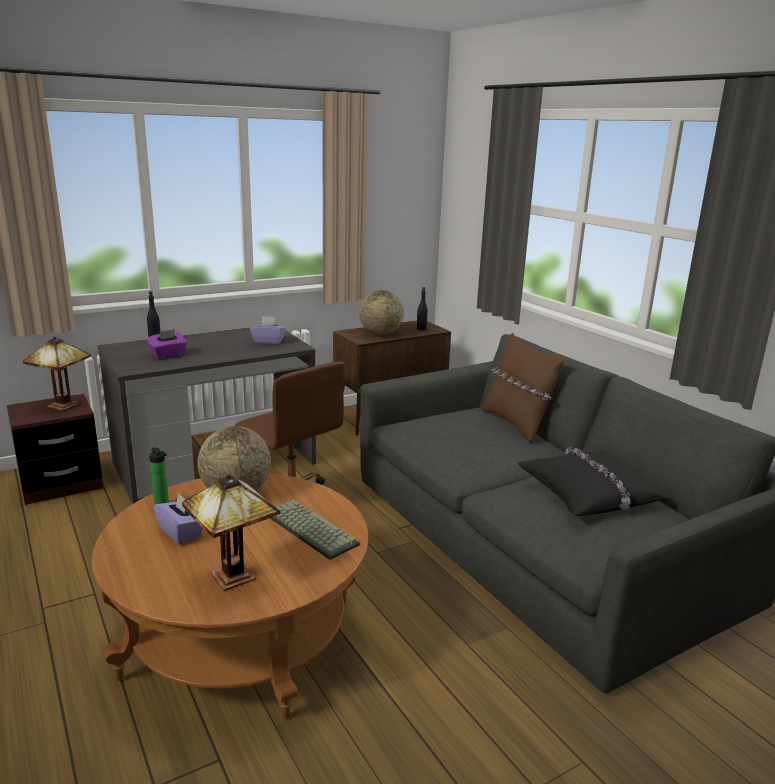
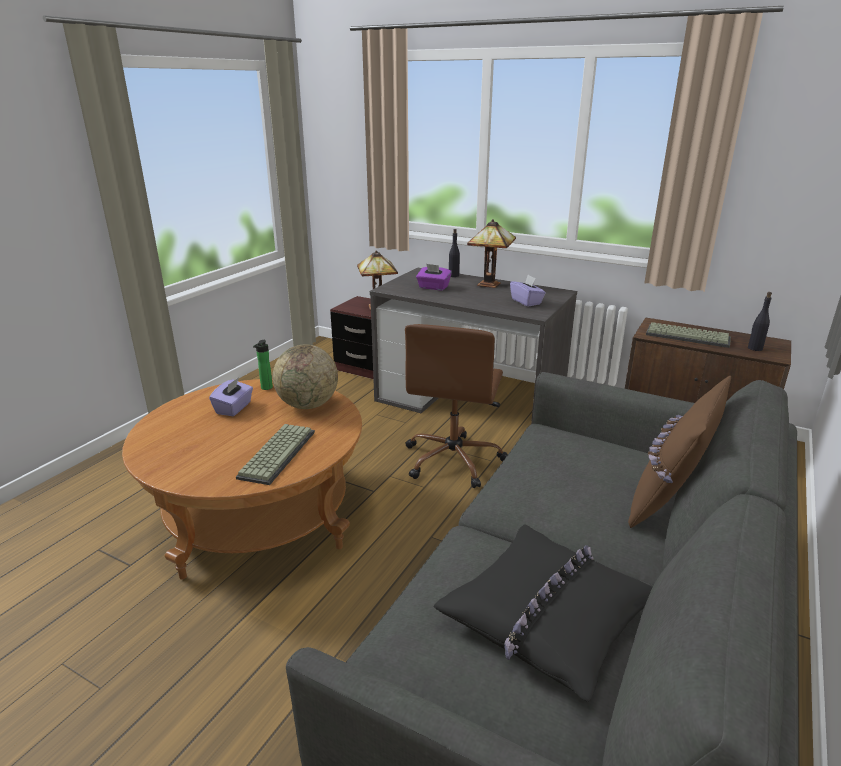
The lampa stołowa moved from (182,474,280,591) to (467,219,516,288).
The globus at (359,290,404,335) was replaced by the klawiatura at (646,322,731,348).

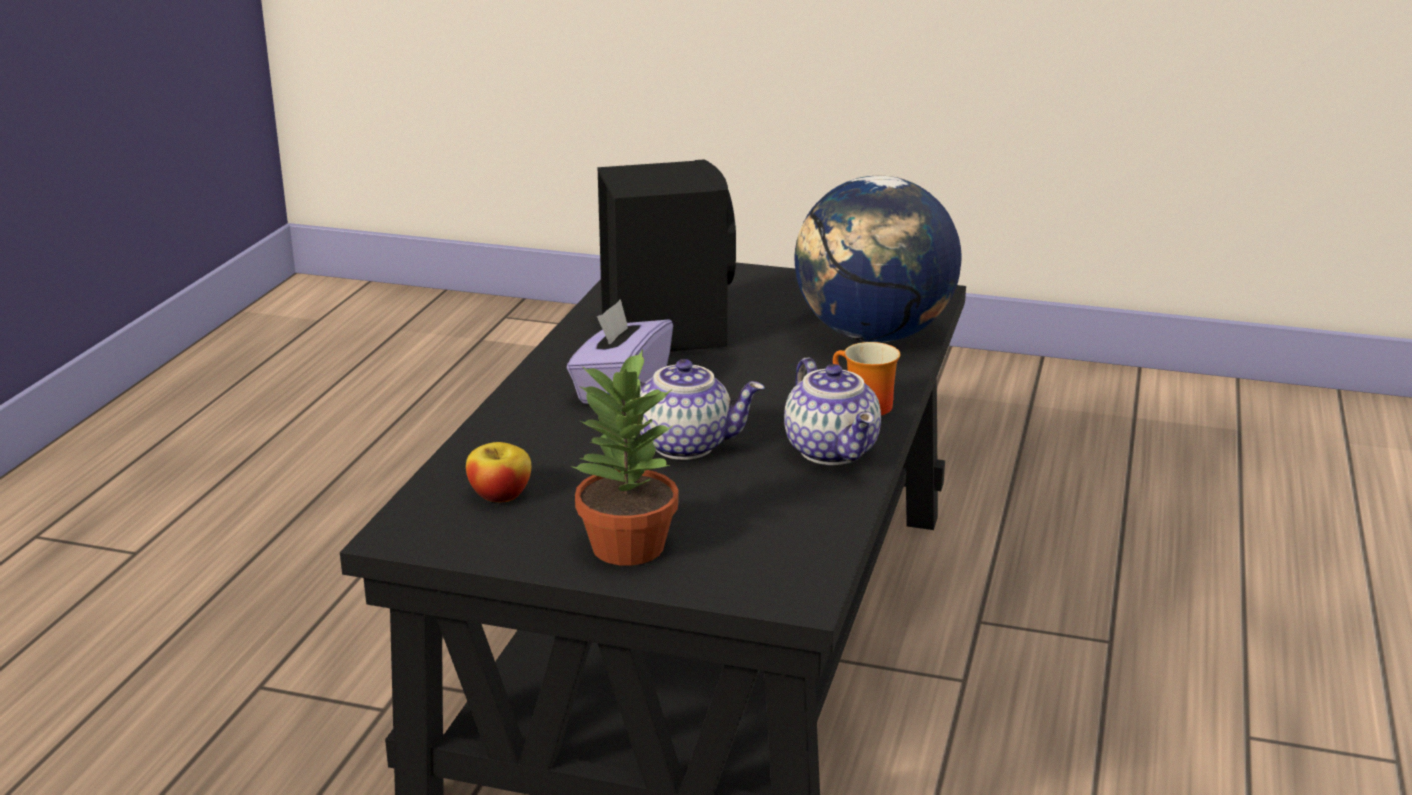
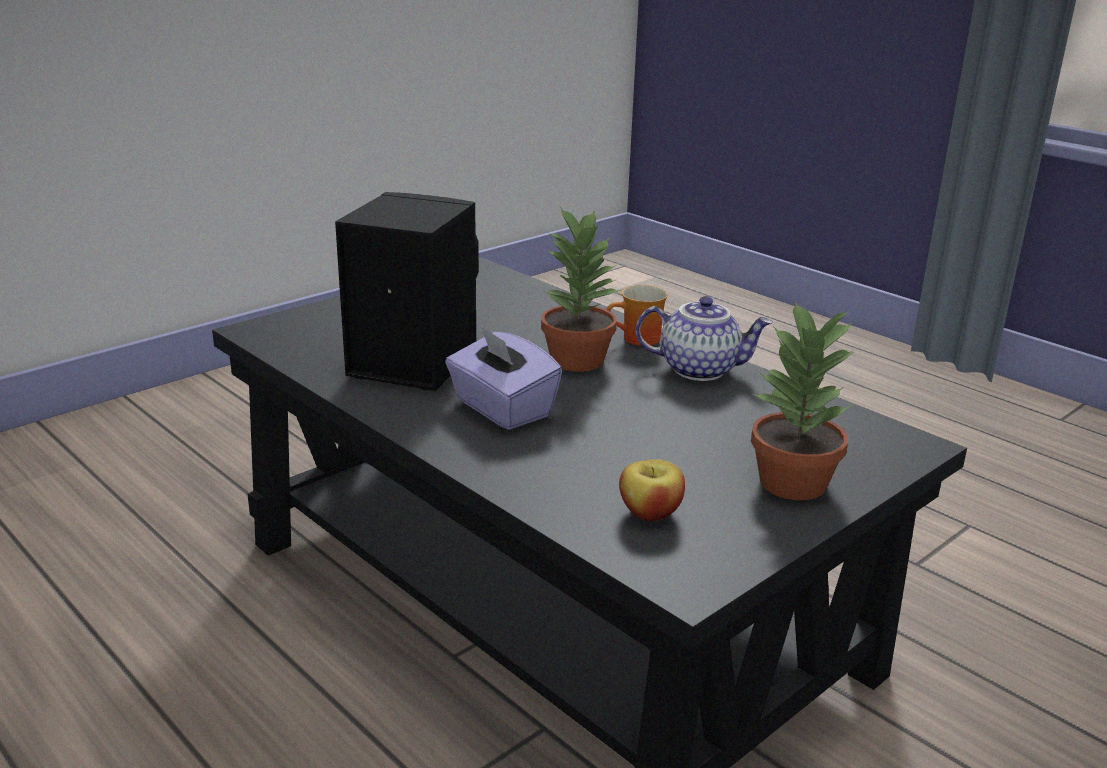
The imbryk at (606,359,765,460) disappeared.
The globus at (794,176,962,342) disappeared.
The roślina doniczkowa at (541,207,621,372) appeared.

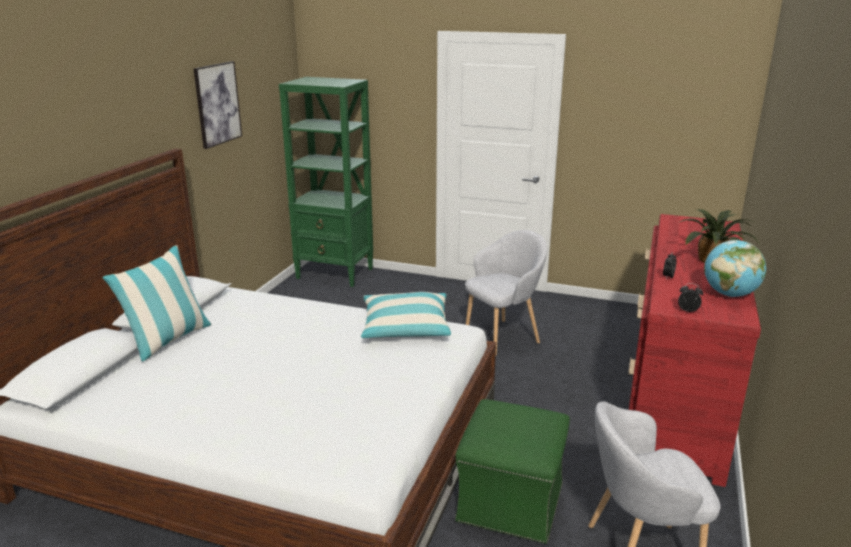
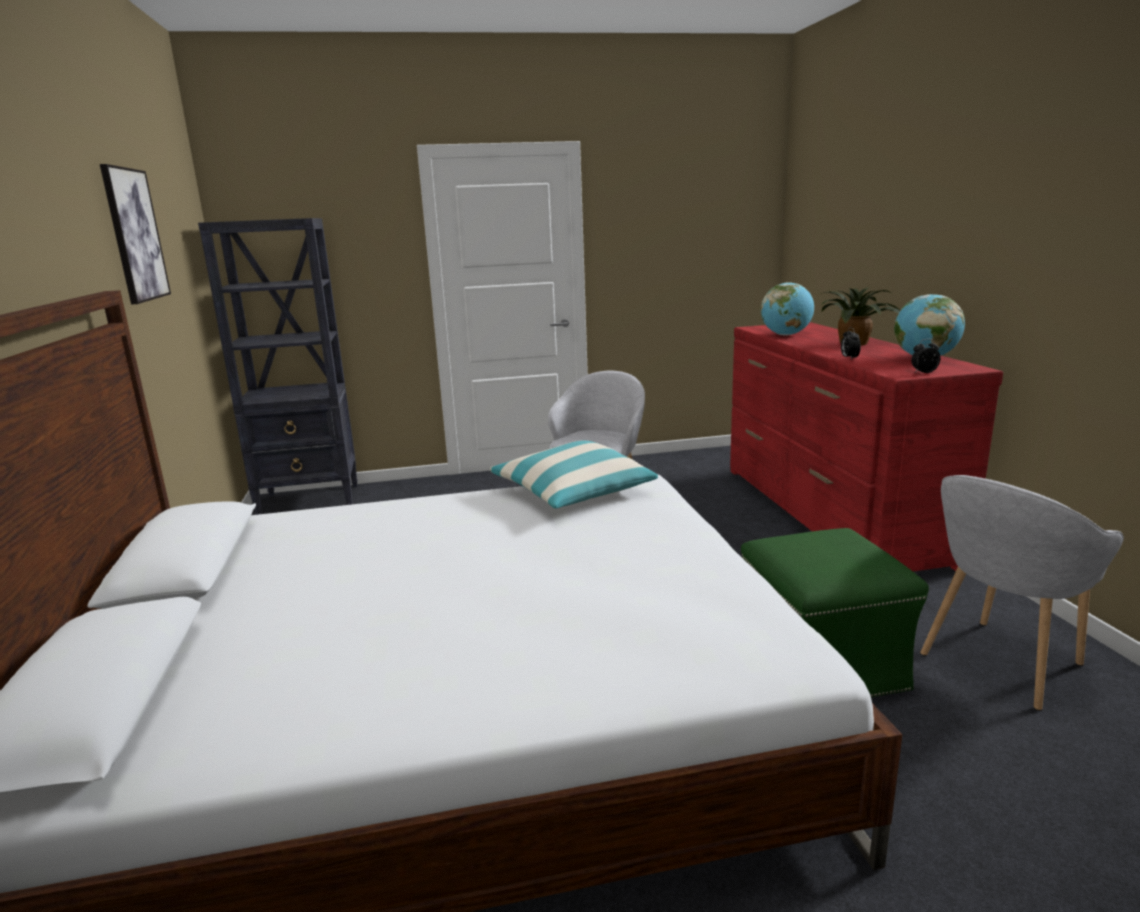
The poduszka at (102,245,212,362) disappeared.
The globus at (761,282,814,335) appeared.
The regał (zielony) at (279,77,373,287) became the regał (czarny) at (198,218,358,515).

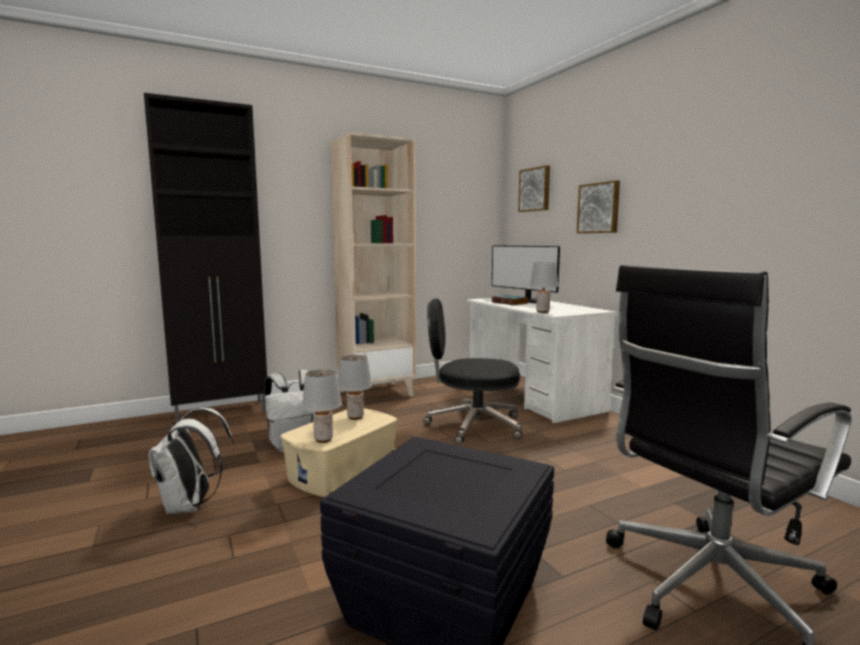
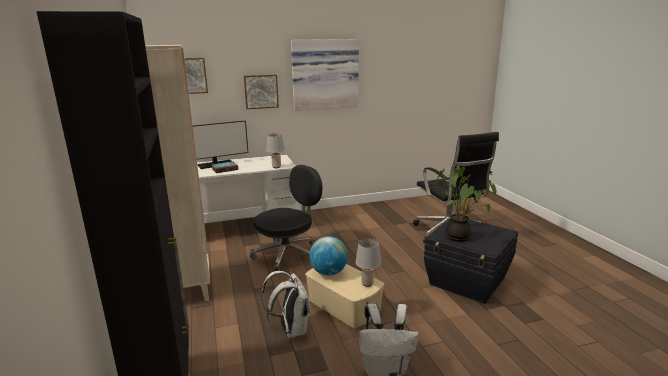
The obraz at (291,39,359,111) appeared.
The roślina doniczkowa at (434,165,497,242) appeared.
The lampa stołowa (szary) at (338,355,372,420) was replaced by the globus at (309,236,348,276).
The krzesło biurowe (czarny) at (423,298,522,445) turned 150 degrees counterclockwise.

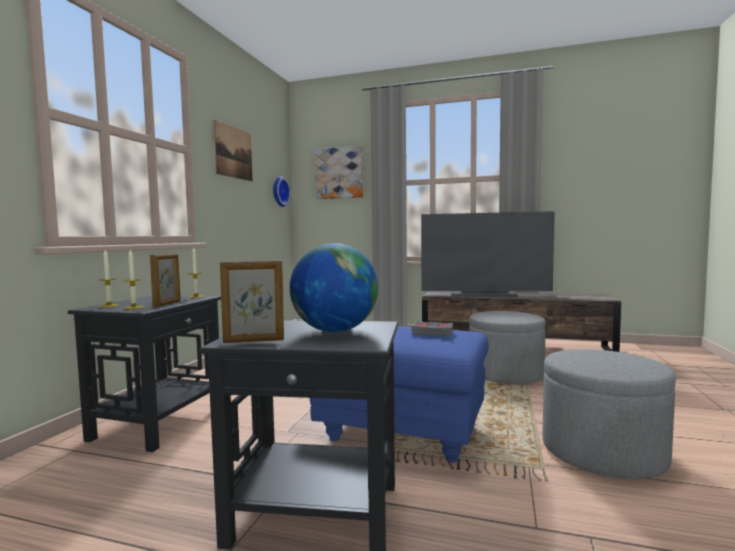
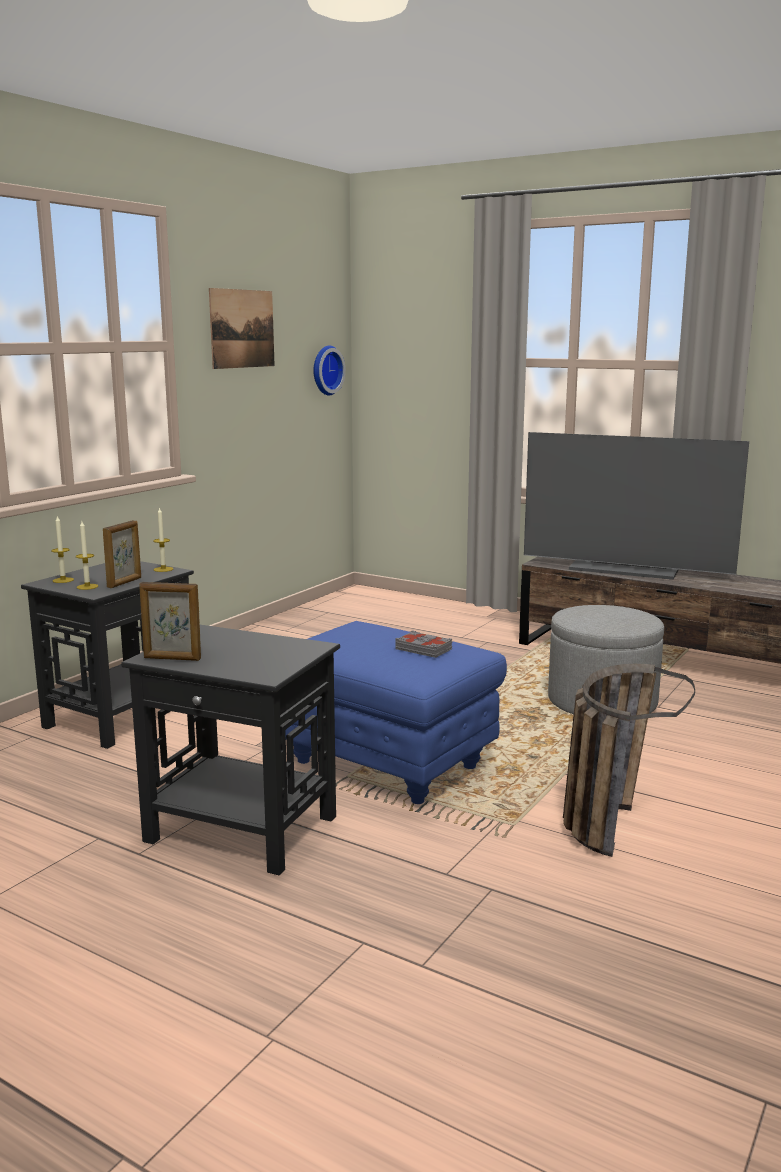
The globus at (290,243,378,332) disappeared.
The obraz at (315,146,363,199) disappeared.
The pufa (szary) at (543,349,676,479) was replaced by the koszyk at (563,664,695,857).

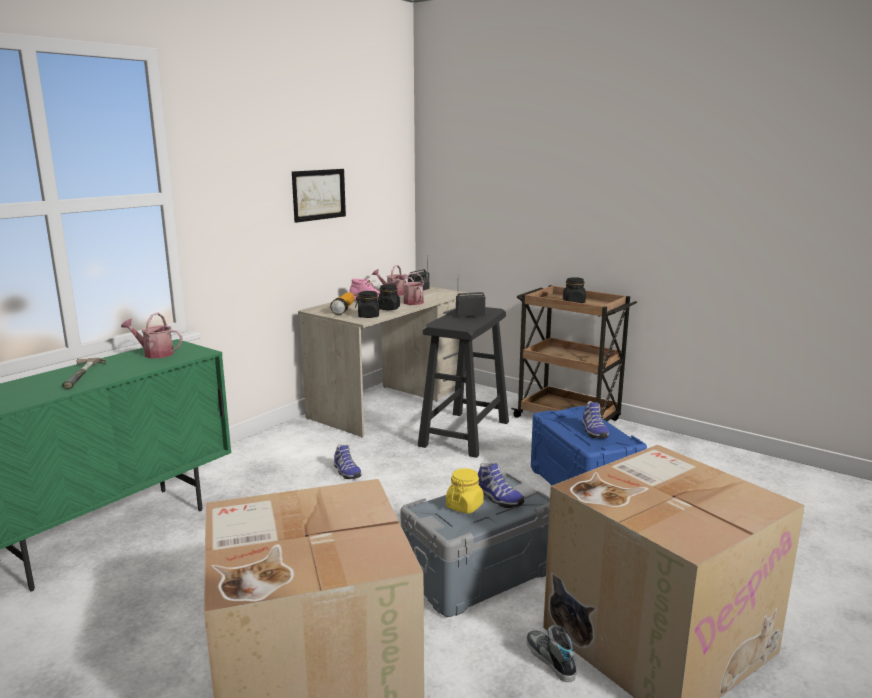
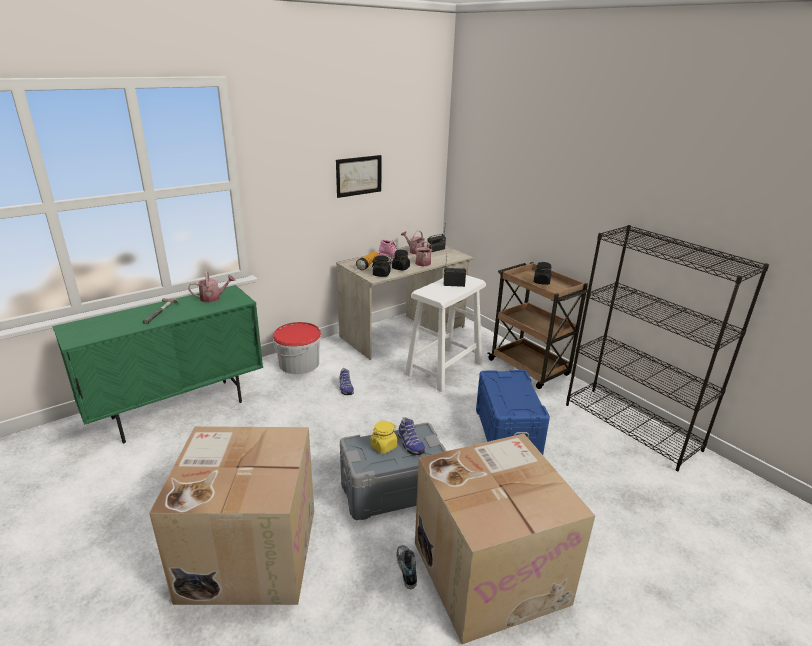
The but at (582,401,609,439) disappeared.
The wiadro at (273,322,322,374) appeared.
The regał (czarny) at (566,225,769,471) appeared.
The stołek (czarny) at (418,307,509,458) became the stołek (biały) at (405,275,486,392).
The konewka at (121,313,183,358) turned 135 degrees clockwise.

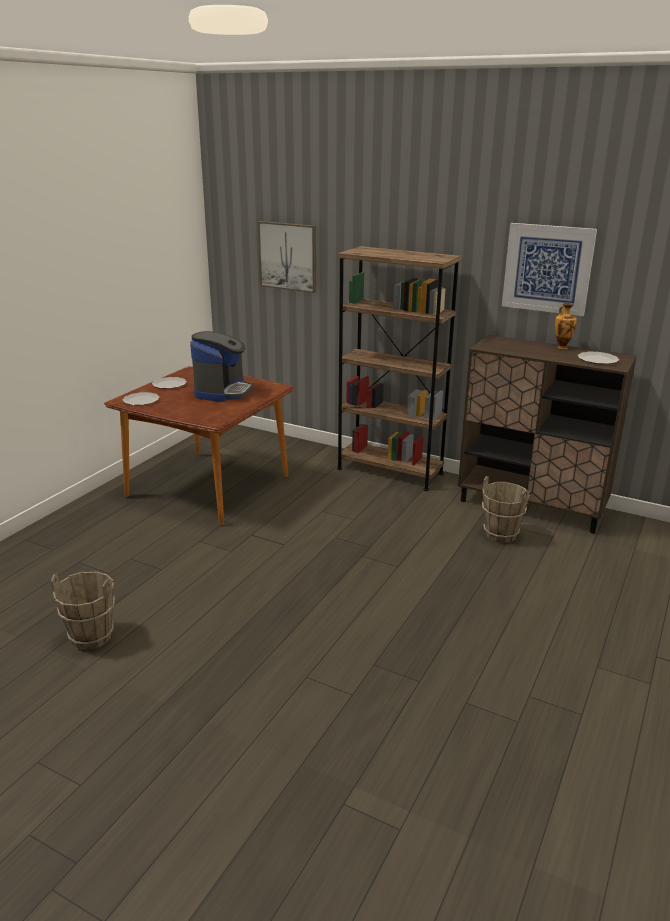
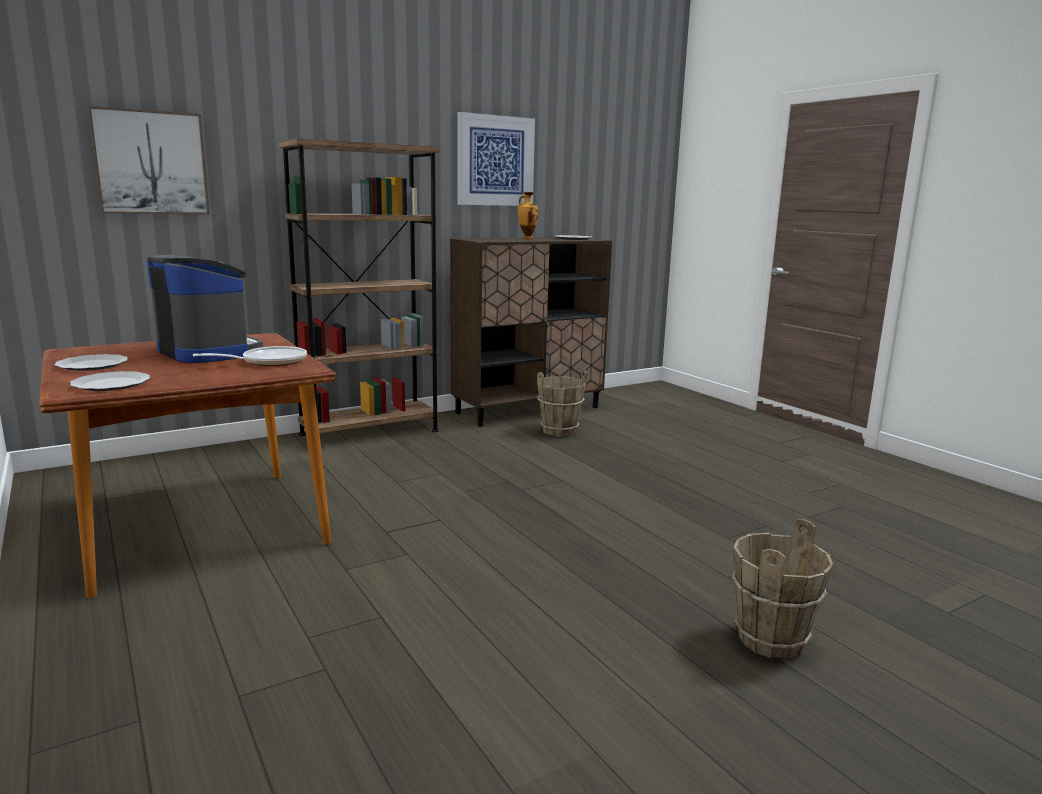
The patelnia at (193,346,307,366) appeared.
The wiadro (brązowy) moved from (51,572,115,650) to (732,519,833,659).

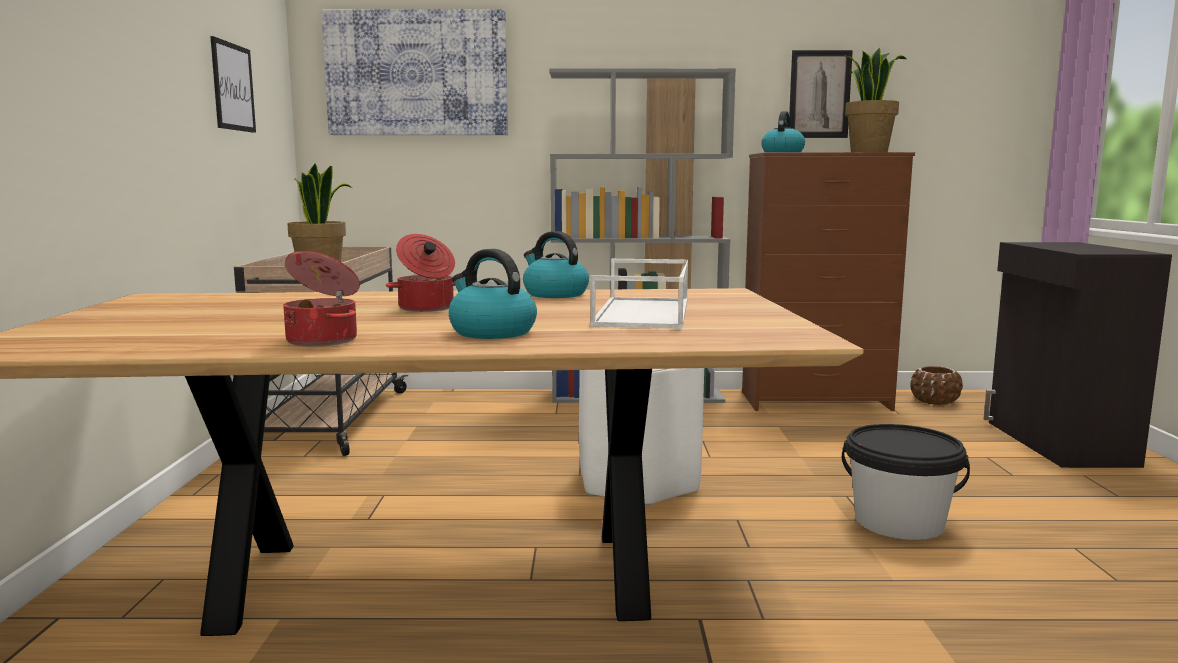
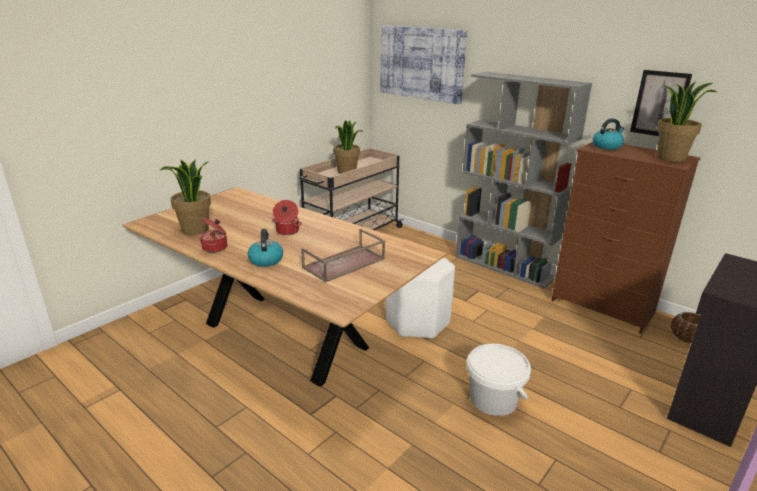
The obraz at (210,36,256,133) disappeared.
The czajnik at (523,231,589,298) disappeared.
The roślina doniczkowa at (160,159,211,235) appeared.
The taca (biały) at (590,259,688,329) became the taca (brązowy) at (301,229,385,283).
The wiadro (czarny) at (842,424,970,540) became the wiadro (biały) at (466,344,531,416).

